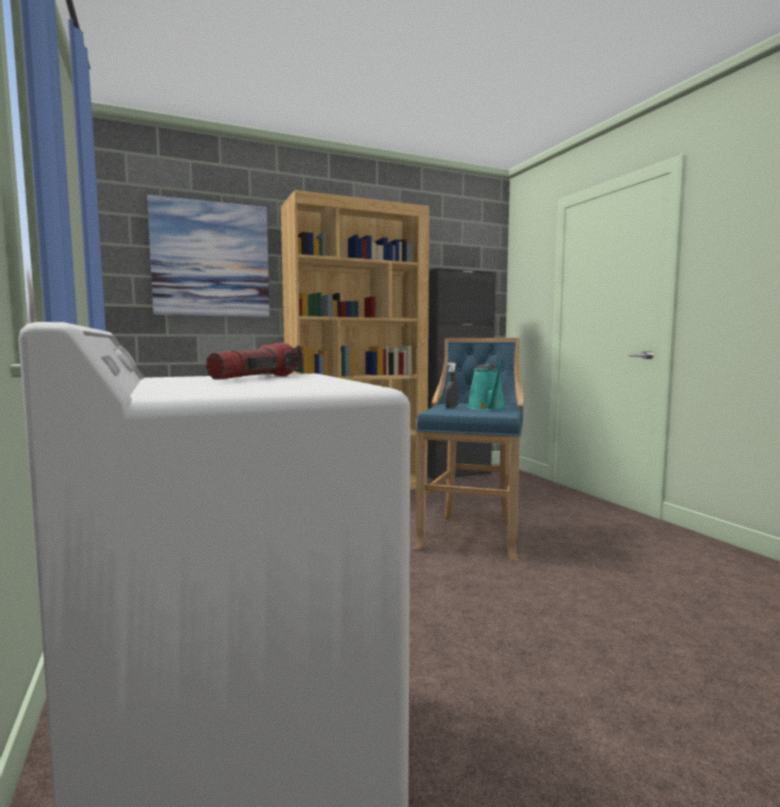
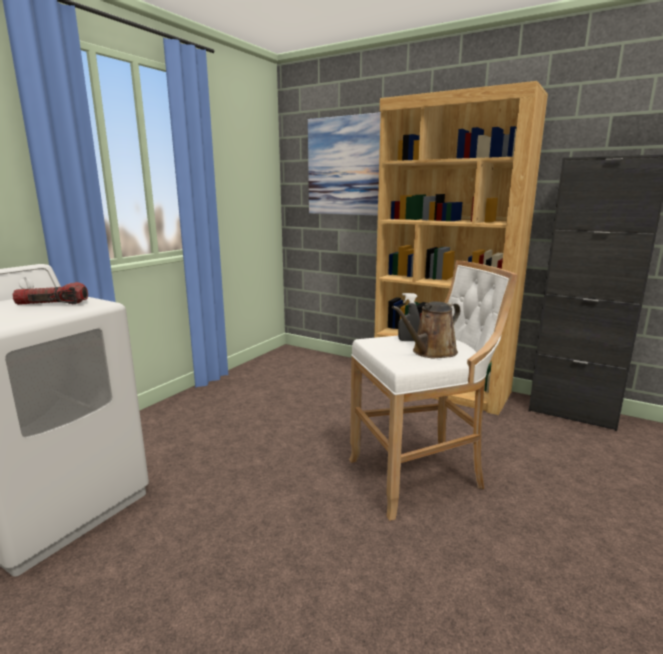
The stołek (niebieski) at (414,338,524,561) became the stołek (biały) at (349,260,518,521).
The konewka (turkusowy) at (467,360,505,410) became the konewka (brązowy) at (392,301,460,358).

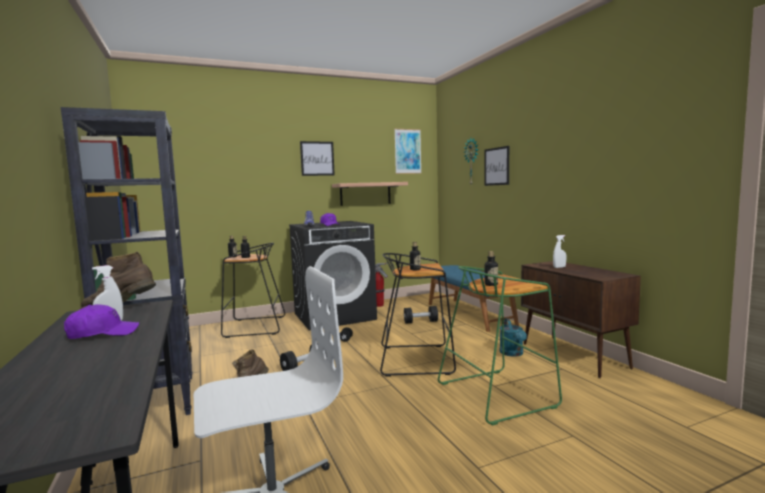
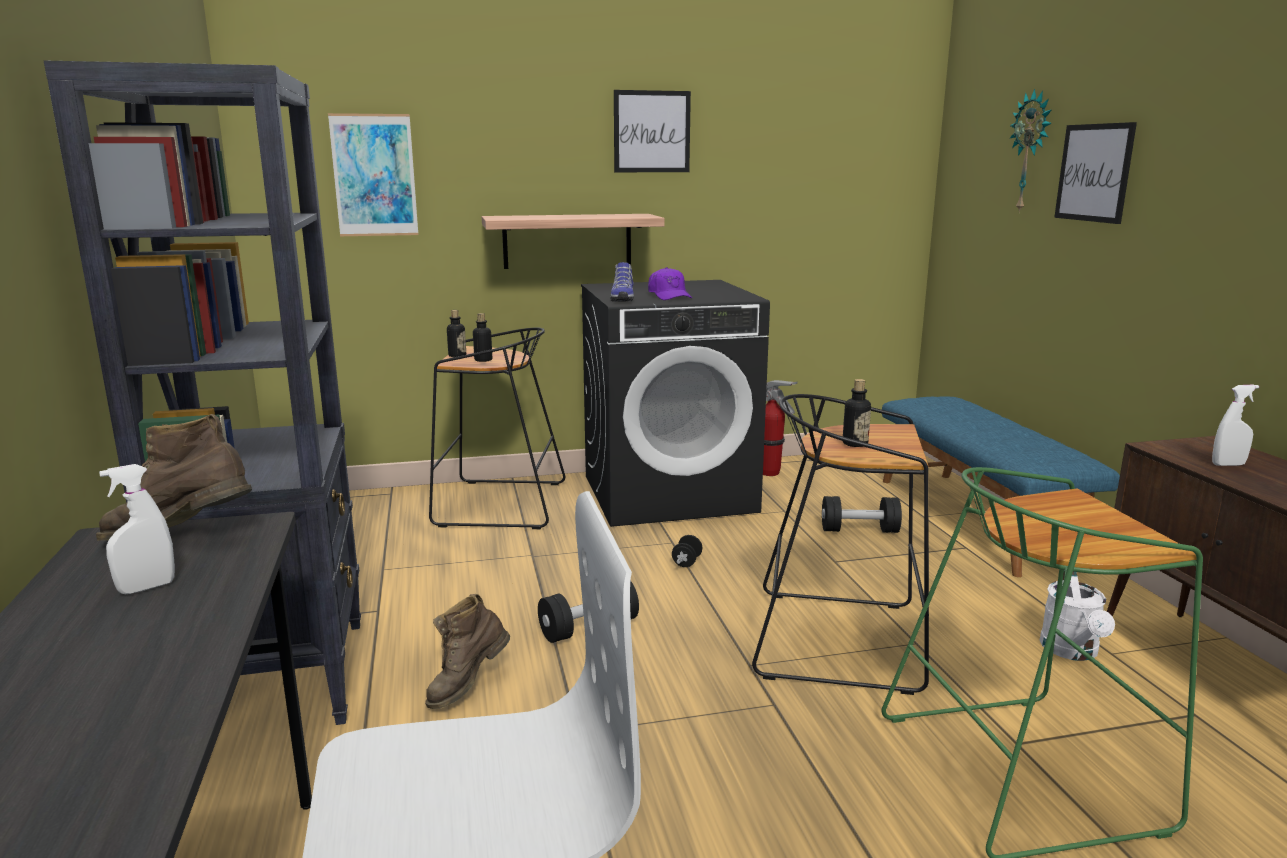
The czapka z daszkiem (fioletowy) at (64,304,139,339) disappeared.
The butelka at (484,251,498,286) disappeared.
The półka moved from (332,182,408,206) to (482,214,665,269).
The obraz moved from (394,129,422,174) to (328,113,418,236).
The konewka (turkusowy) at (500,318,527,357) became the konewka (biały) at (1040,570,1115,661).

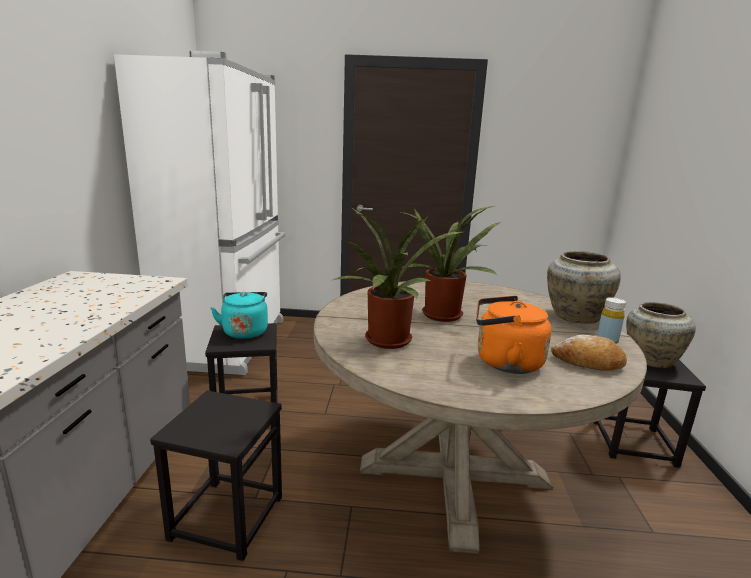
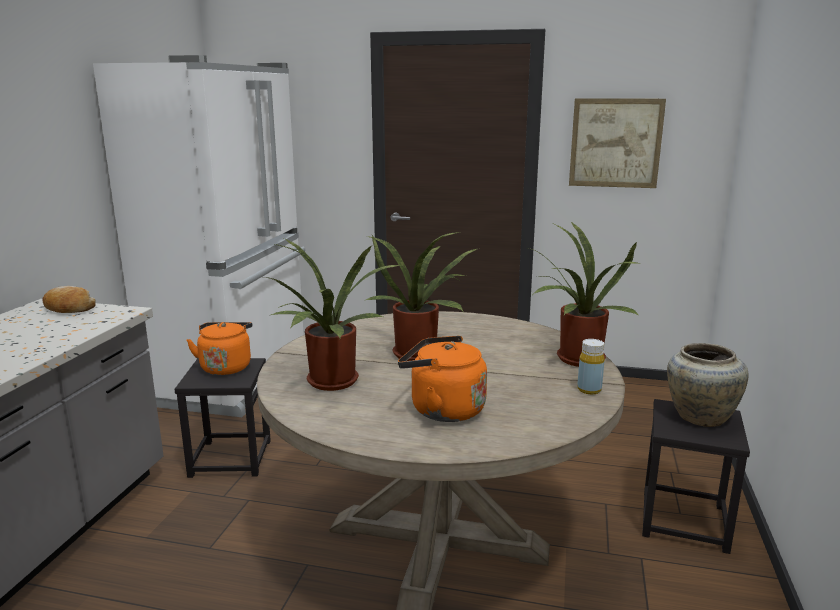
The stołek (czarny) at (150,390,282,561) disappeared.
The obraz at (569,98,666,188) appeared.
The chleb moved from (551,335,627,370) to (42,286,96,313).
The wazon (beżowy) at (547,251,621,324) was replaced by the roślina doniczkowa at (528,221,640,367).
The czajnik (turkusowy) at (211,292,268,339) became the czajnik (pomarańczowy) at (186,322,252,375).

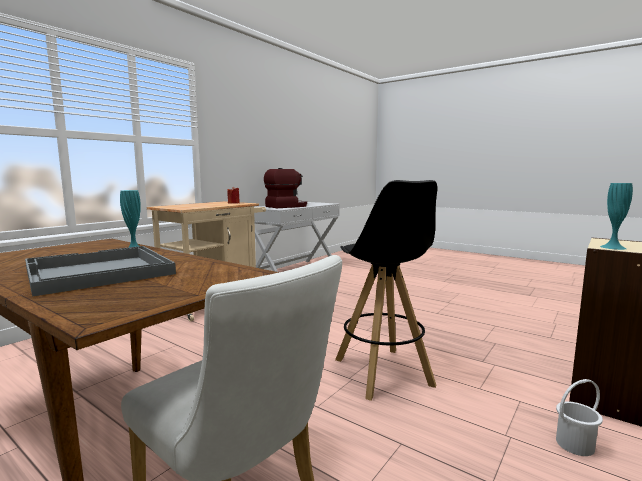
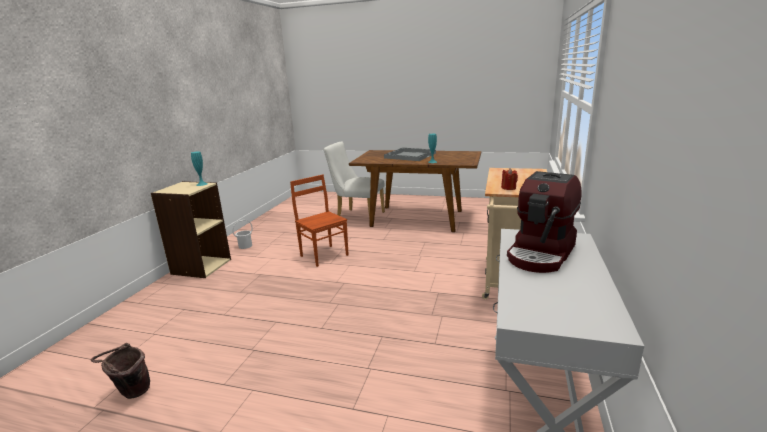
The wiadro (brązowy) at (91,343,150,399) appeared.
The stołek (czarny) at (335,180,437,401) was replaced by the krzesło (brązowy) at (290,175,349,267).

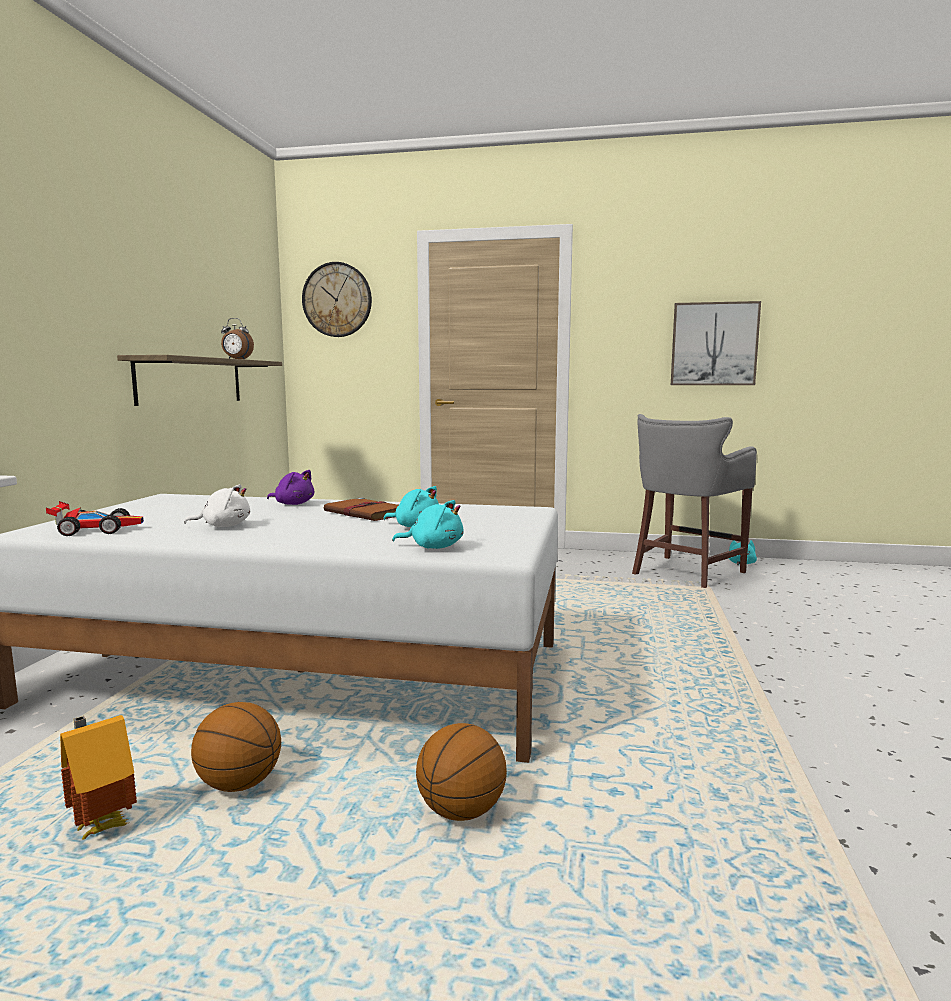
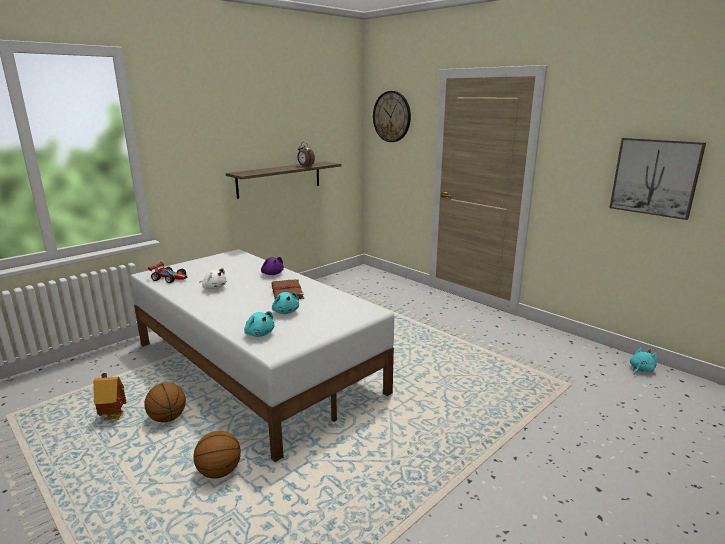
The stołek (szary) at (632,414,757,588) disappeared.

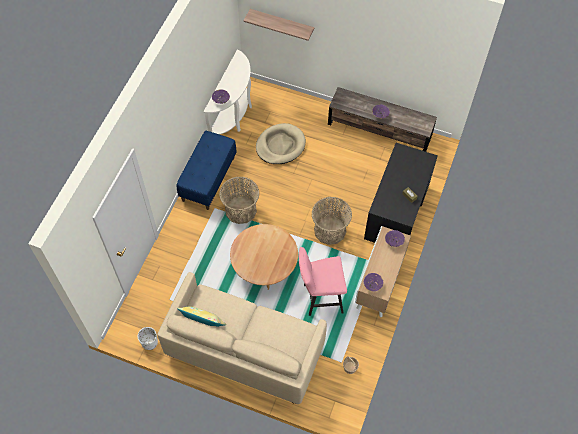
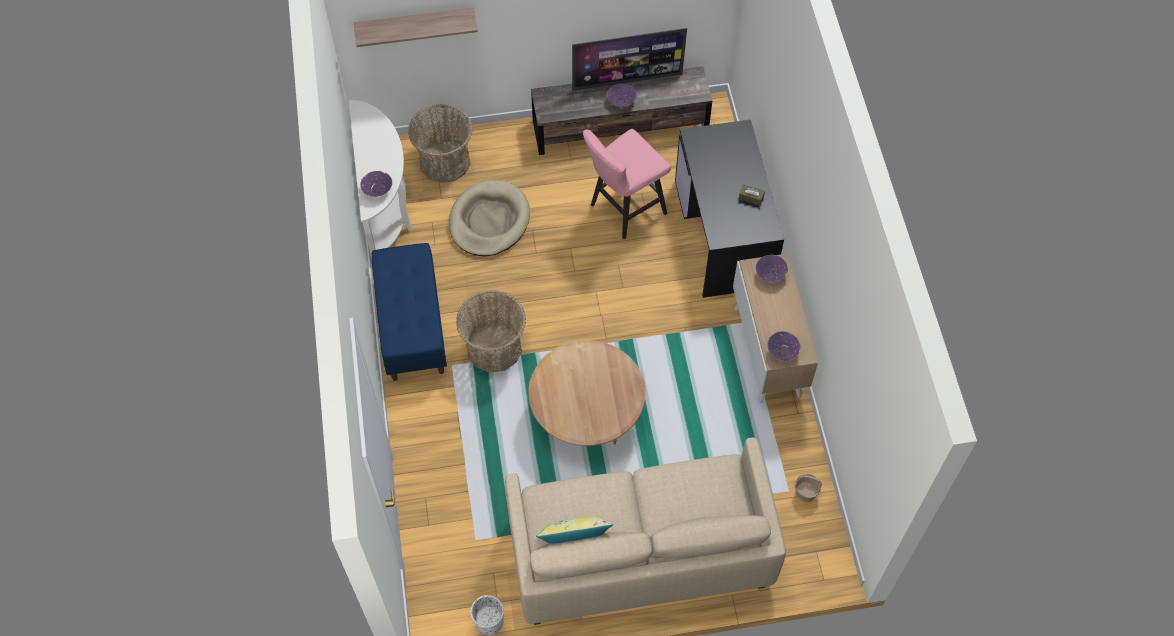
The telewizor at (572,28,687,91) appeared.
The stołek (różowy) moved from (299,247,347,316) to (583,129,671,239).
The koszyk moved from (311,197,352,245) to (408,104,473,183).

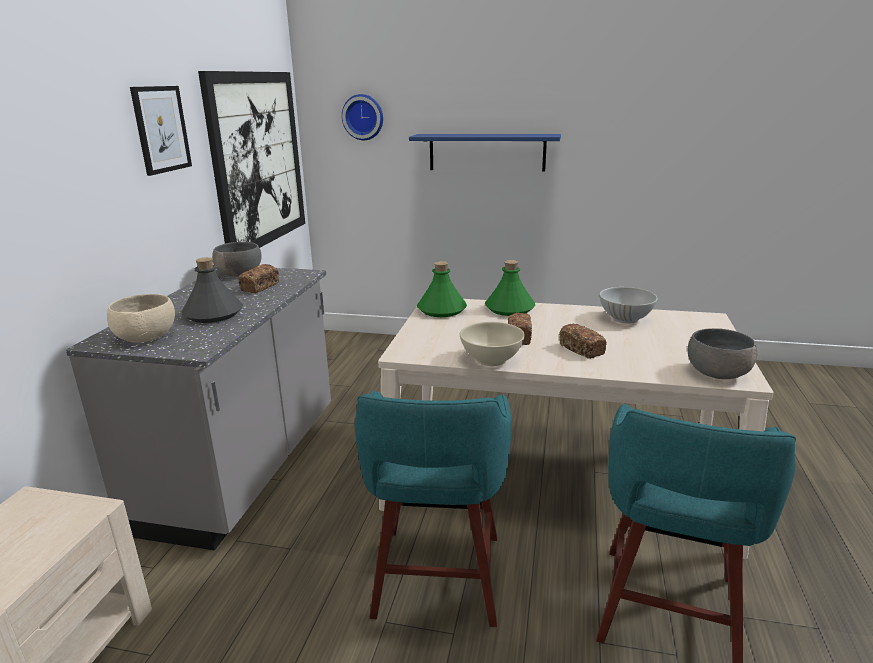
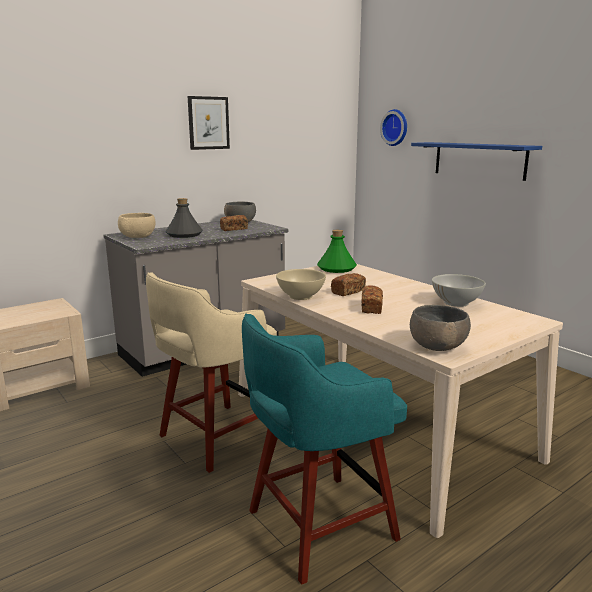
The obraz at (198,71,305,248) disappeared.
The butelka (zielony) at (485,260,535,316) disappeared.
The stołek (turkusowy) at (355,391,511,627) became the stołek (beżowy) at (146,272,277,473).

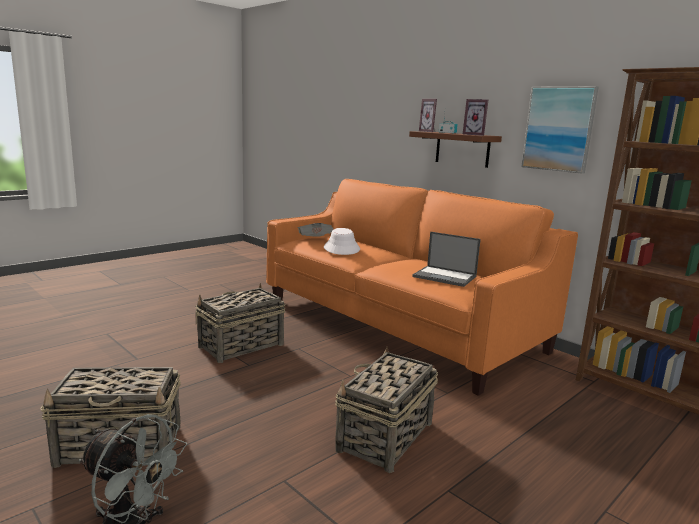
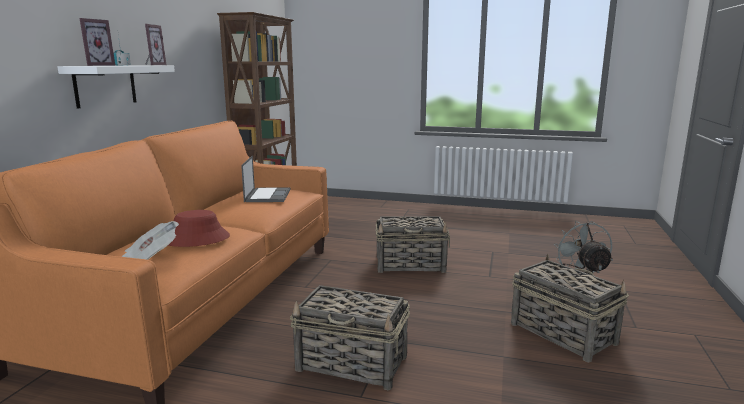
The obraz at (521,86,599,174) disappeared.
The kapelusz (biały) at (324,228,360,255) became the kapelusz (czerwony) at (168,210,230,247).
The półka (brązowy) at (409,131,502,168) became the półka (biały) at (57,65,175,108).

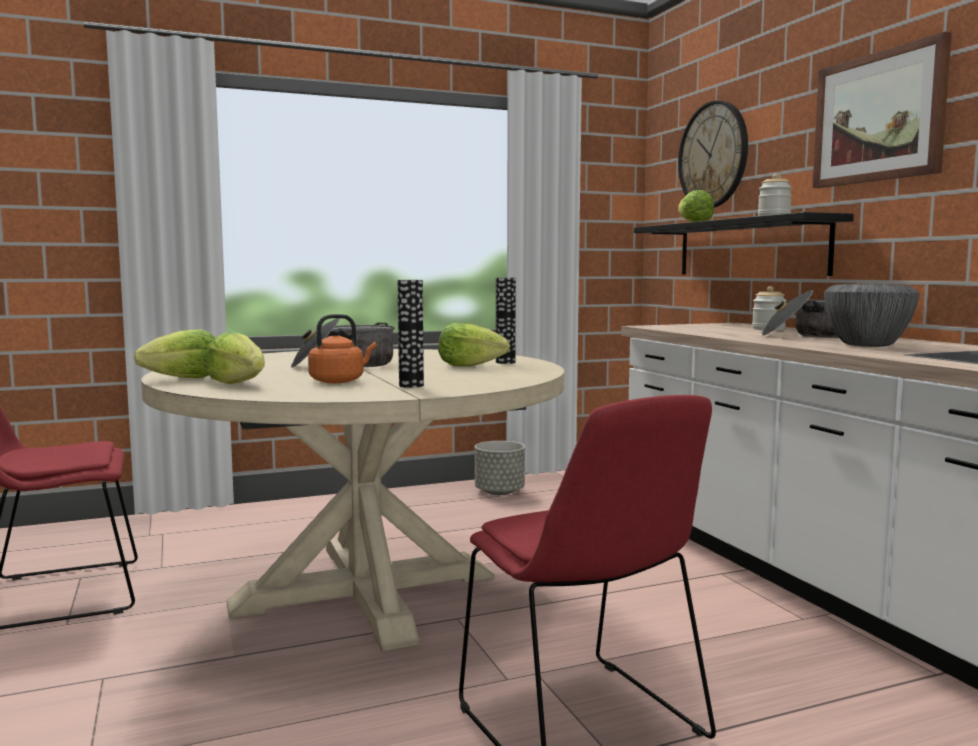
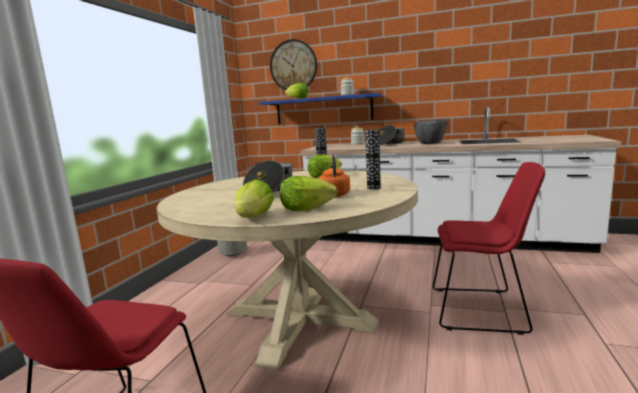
The obraz at (813,32,952,188) disappeared.
The półka (czarny) at (634,212,854,276) became the półka (niebieski) at (259,93,382,125).

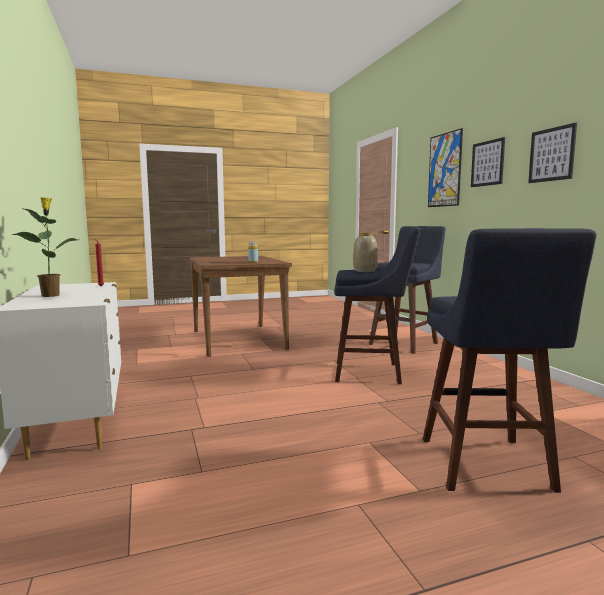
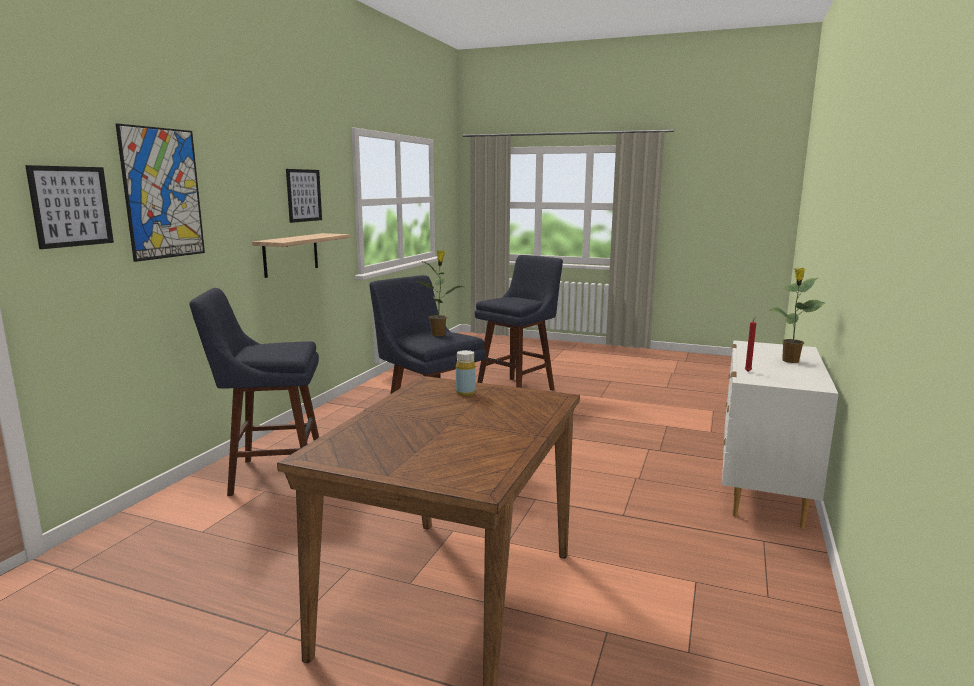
The półka at (252,233,350,278) appeared.
The obraz moved from (471,137,505,187) to (25,165,114,249).
The wazon at (353,233,378,272) was replaced by the roślina doniczkowa at (413,251,463,336).

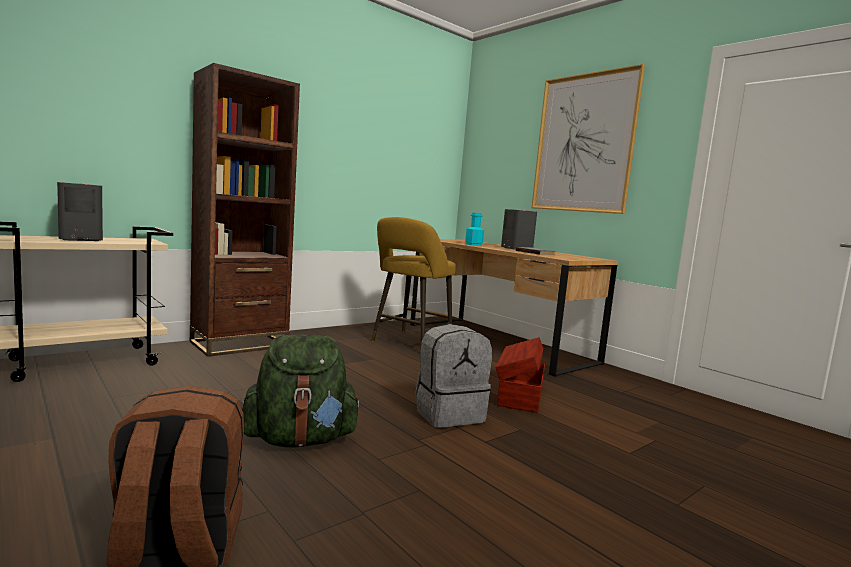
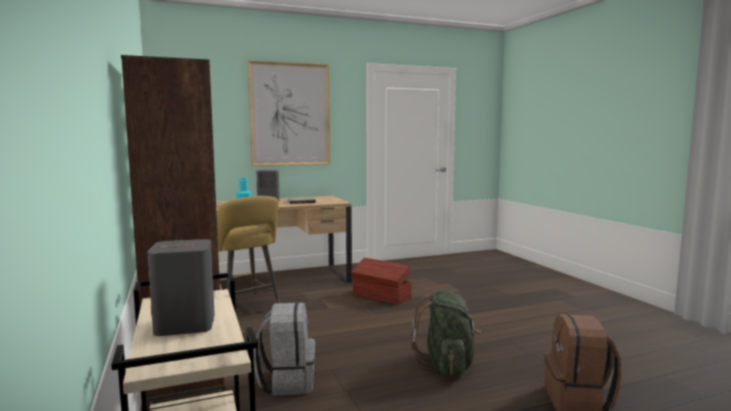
The plecak (szary) moved from (415,324,492,428) to (253,302,315,396).

